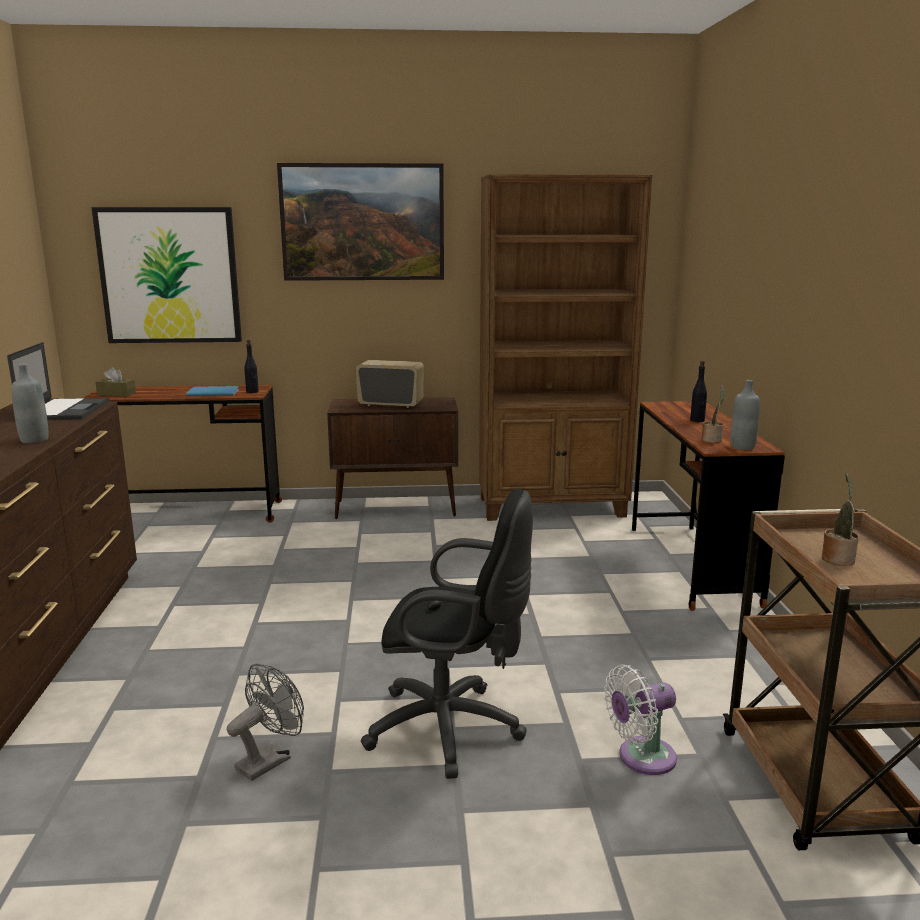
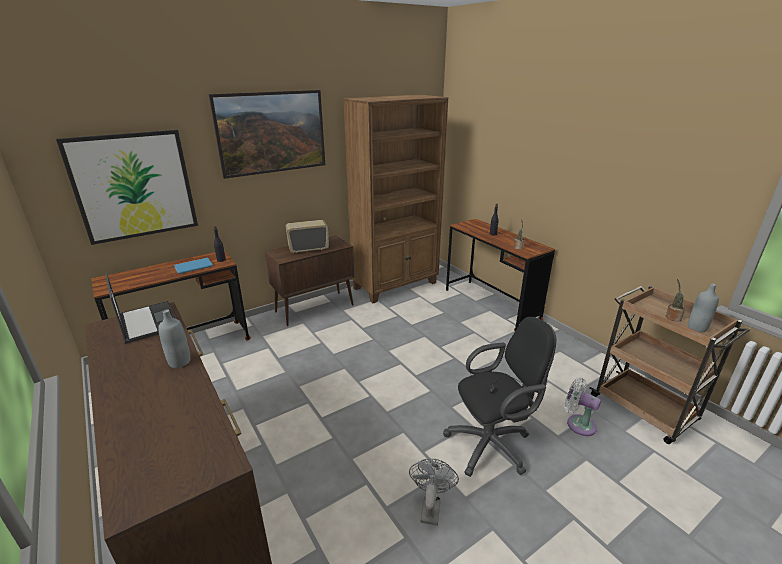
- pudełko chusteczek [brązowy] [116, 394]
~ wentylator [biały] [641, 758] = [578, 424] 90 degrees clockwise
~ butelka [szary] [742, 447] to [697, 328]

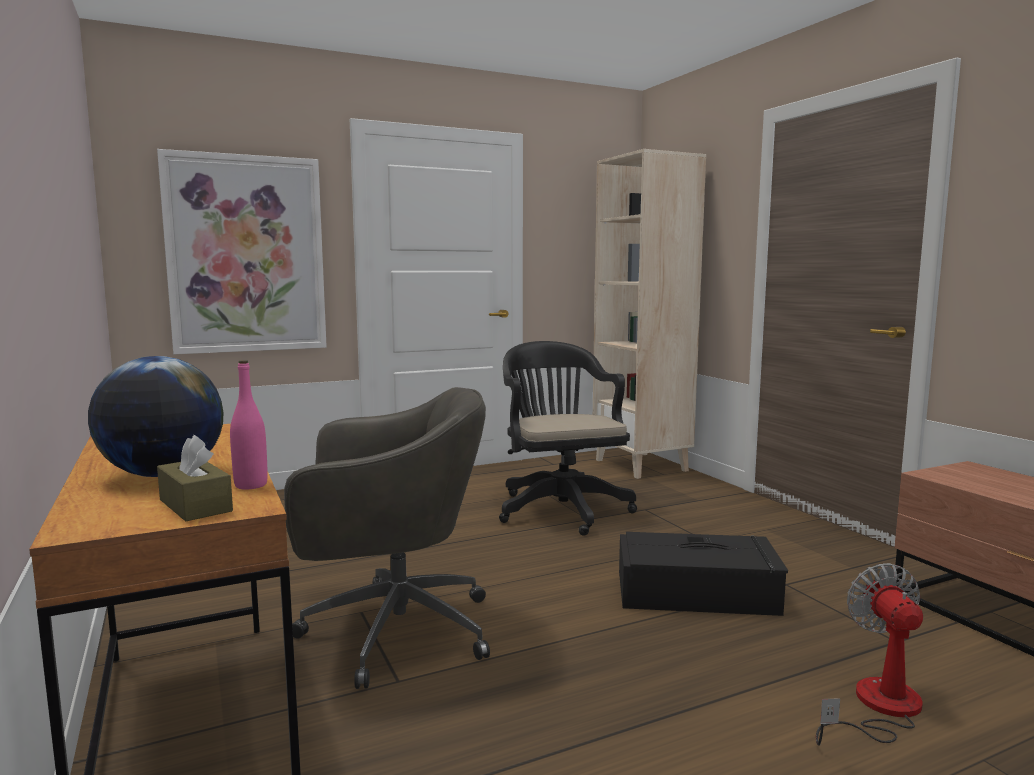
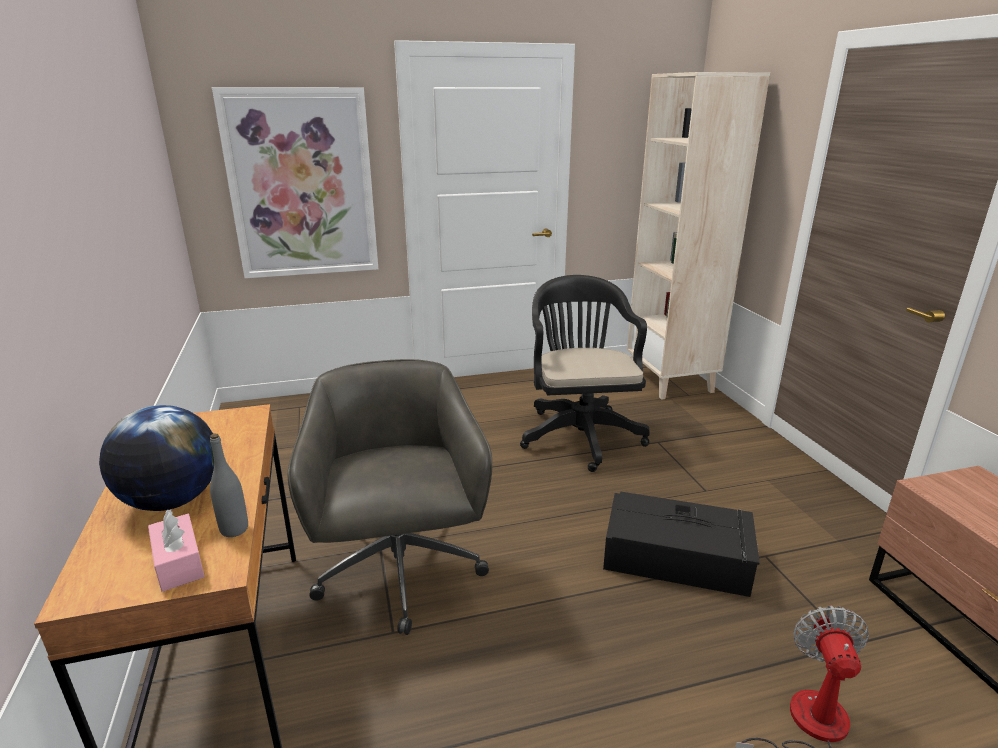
~ pudełko chusteczek [brązowy] [195, 505] to pudełko chusteczek [różowy] [179, 563]
~ butelka [różowy] [251, 485] to butelka [szary] [234, 529]
~ krzesło biurowe [szary] [392, 631] = [400, 573] 105 degrees counterclockwise

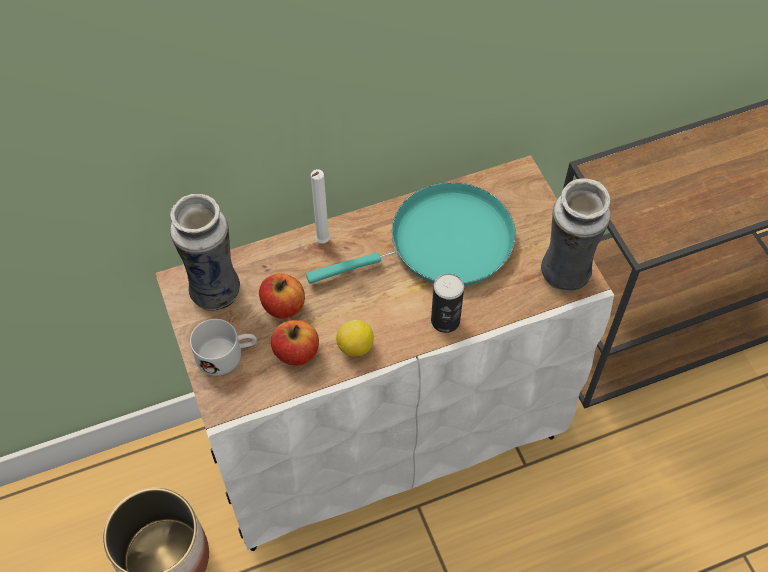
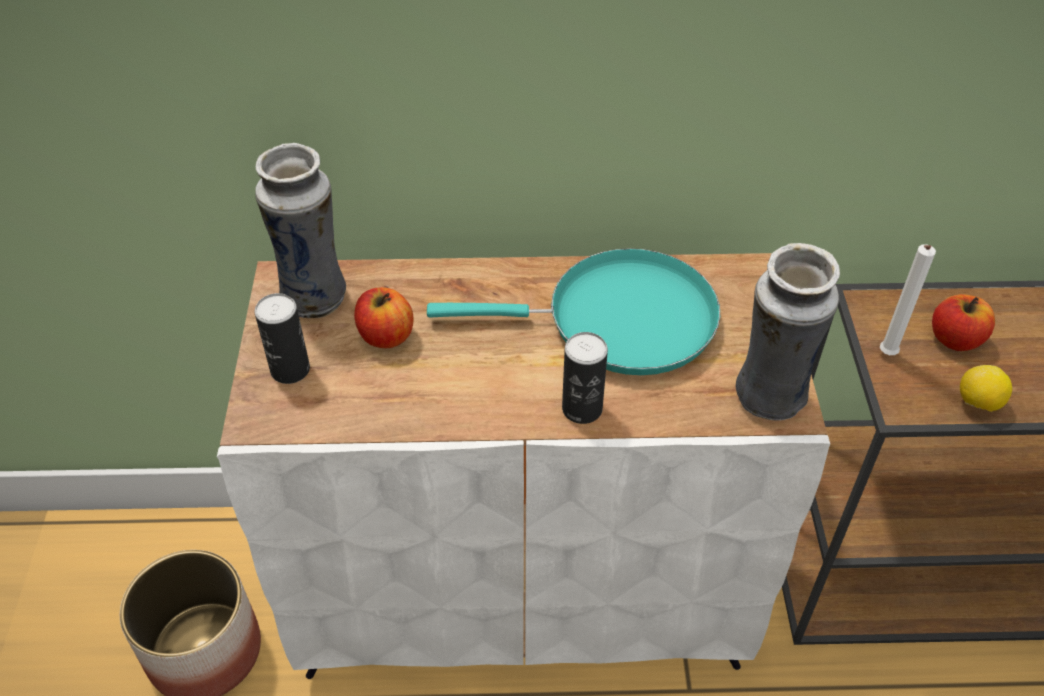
~ kubek [biały] [227, 355] to puszka [290, 369]
~ jabłko [296, 352] to [955, 339]
~ świeca [biały] [322, 243] to [885, 355]
~ cytryna [355, 347] to [977, 403]

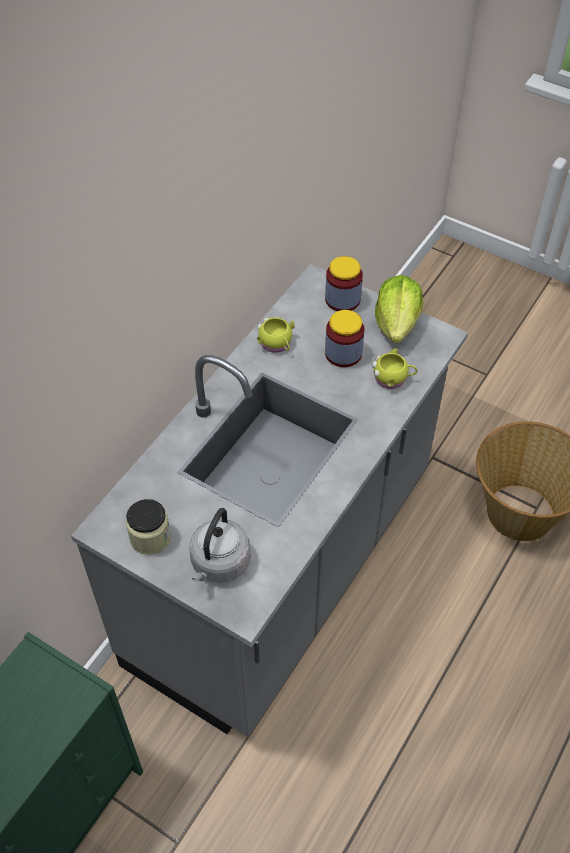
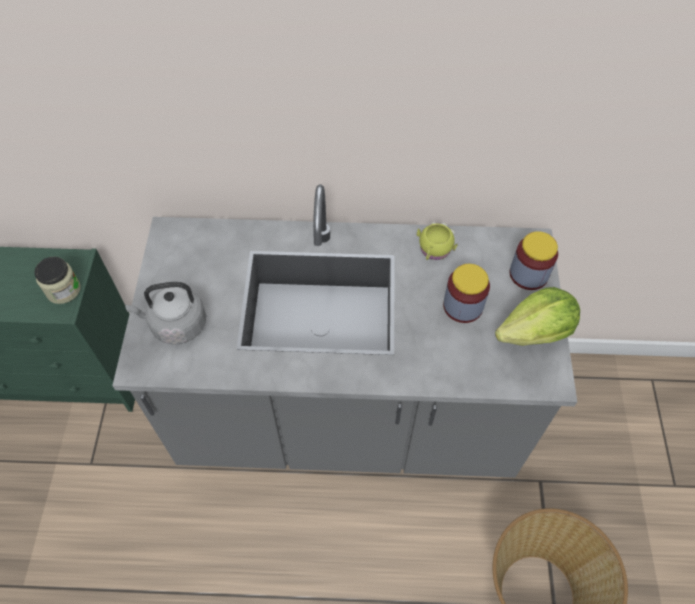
~ słoik [150, 537] to [63, 290]
- kubek [żółty] [393, 378]

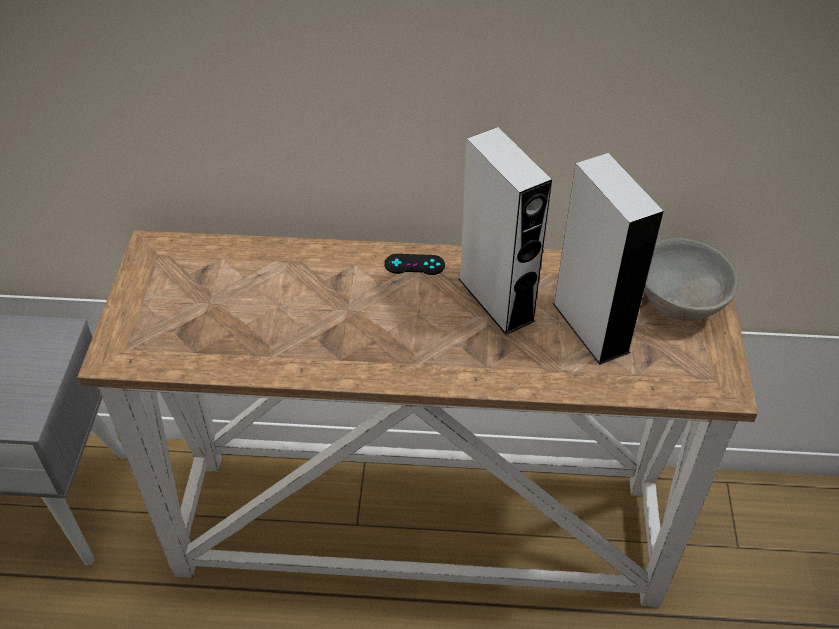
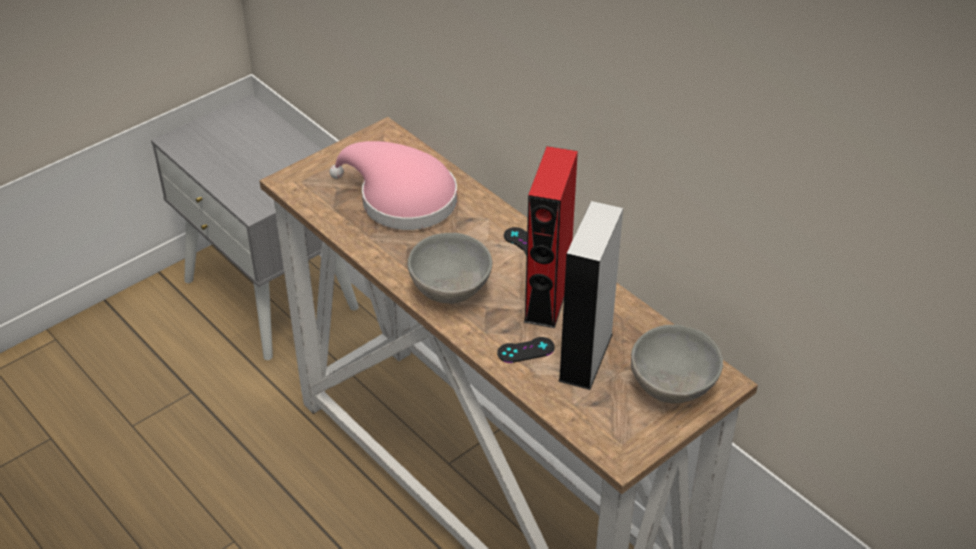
~ głośnik [szary] [496, 299] to głośnik [czerwony] [547, 298]
+ kapelusz [różowy] [401, 199]
+ miska [szary] [451, 289]
+ pad do gier [czarny] [526, 350]

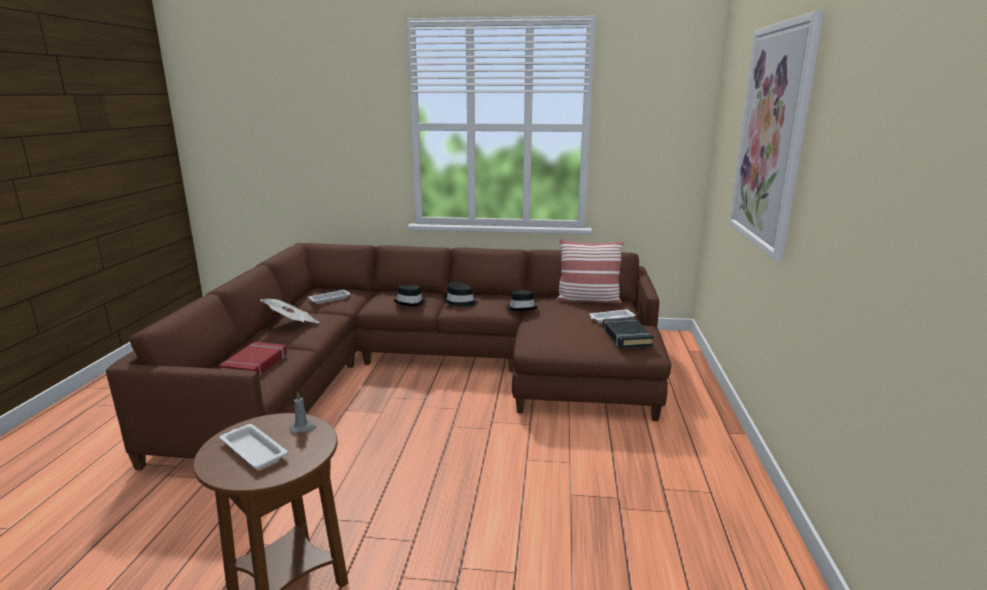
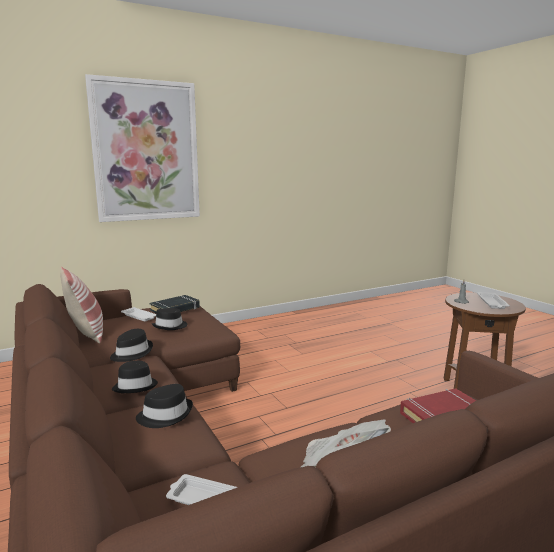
+ kapelusz [czarny] [170, 326]

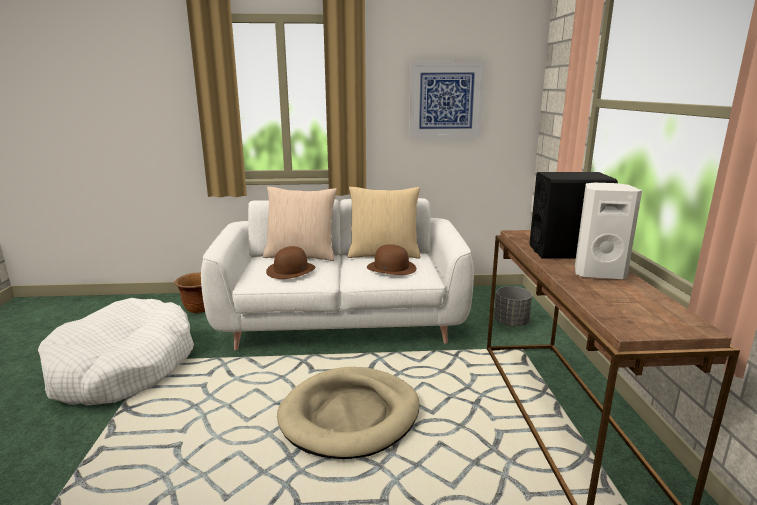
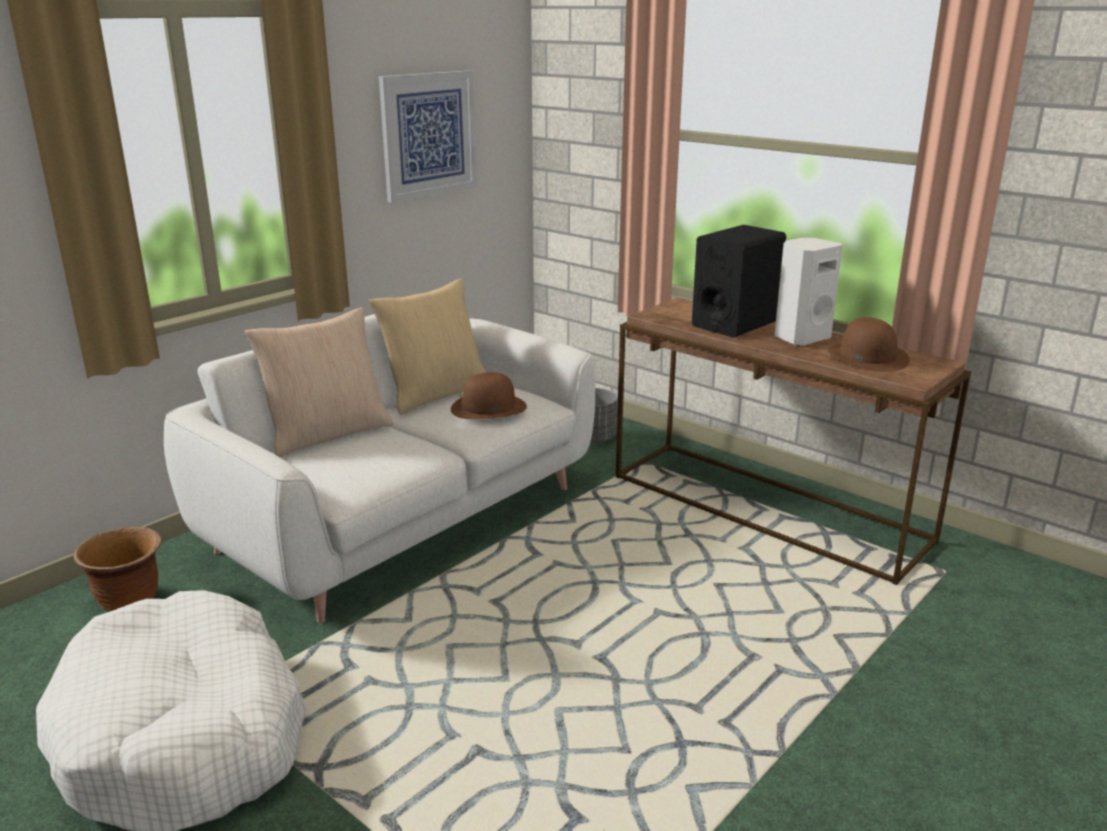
~ kapelusz [brązowy] [291, 270] to [867, 357]
- legowisko [beżowy] [350, 415]

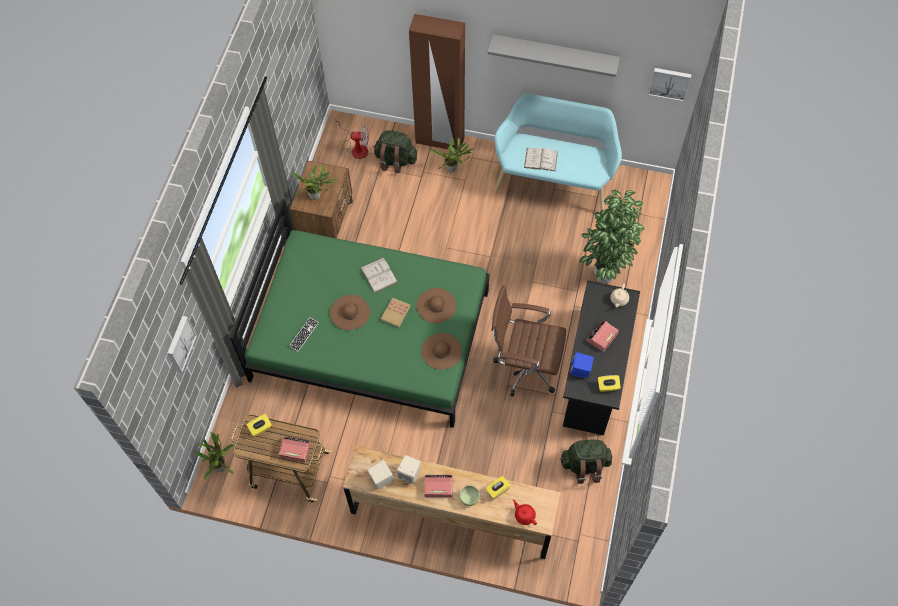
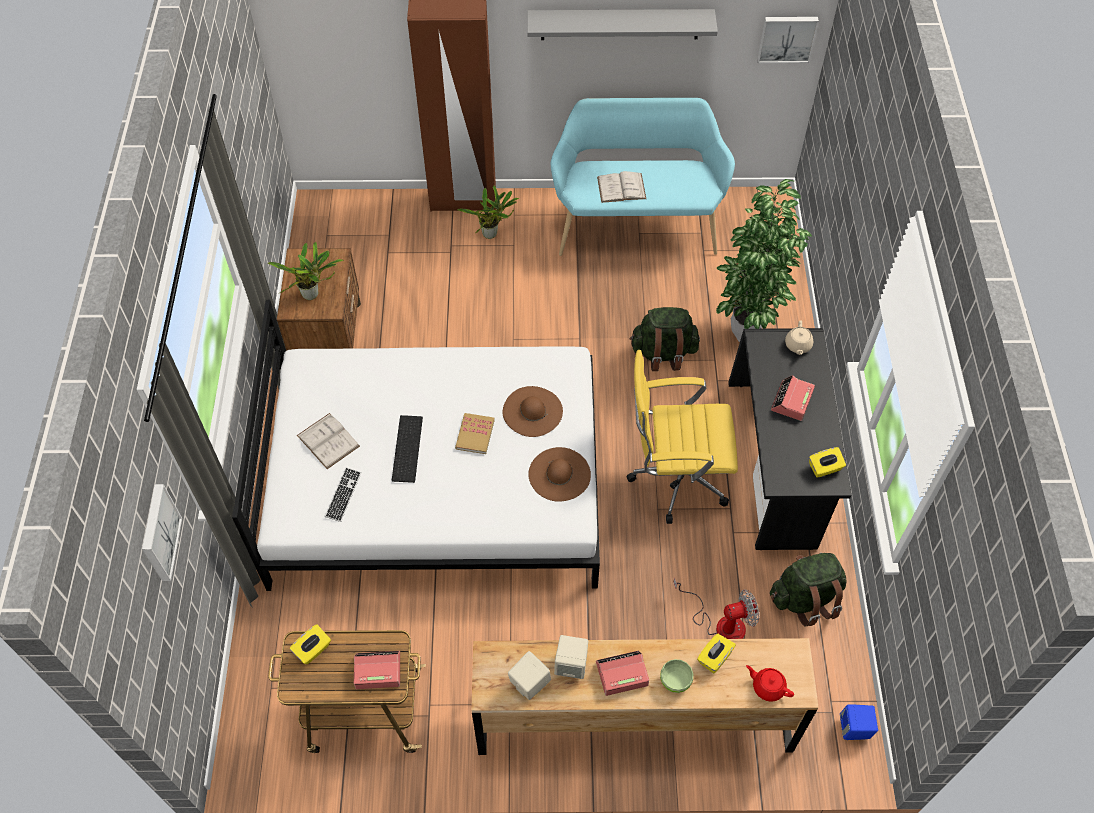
- roślina doniczkowa [220, 465]
~ łóżko [zielony] [370, 334] to łóżko [biały] [436, 481]
~ kapelusz [brązowy] [350, 312] to klawiatura [406, 448]
~ wentylator [356, 148] to [721, 623]
~ książka [biały] [379, 275] to [328, 441]
~ plecak [zielony] [395, 160] to [663, 353]
~ krzesło biurowe [brązowy] [524, 367] to krzesło biurowe [żółty] [674, 478]
~ głośnik [niebieski] [580, 370] to [854, 728]

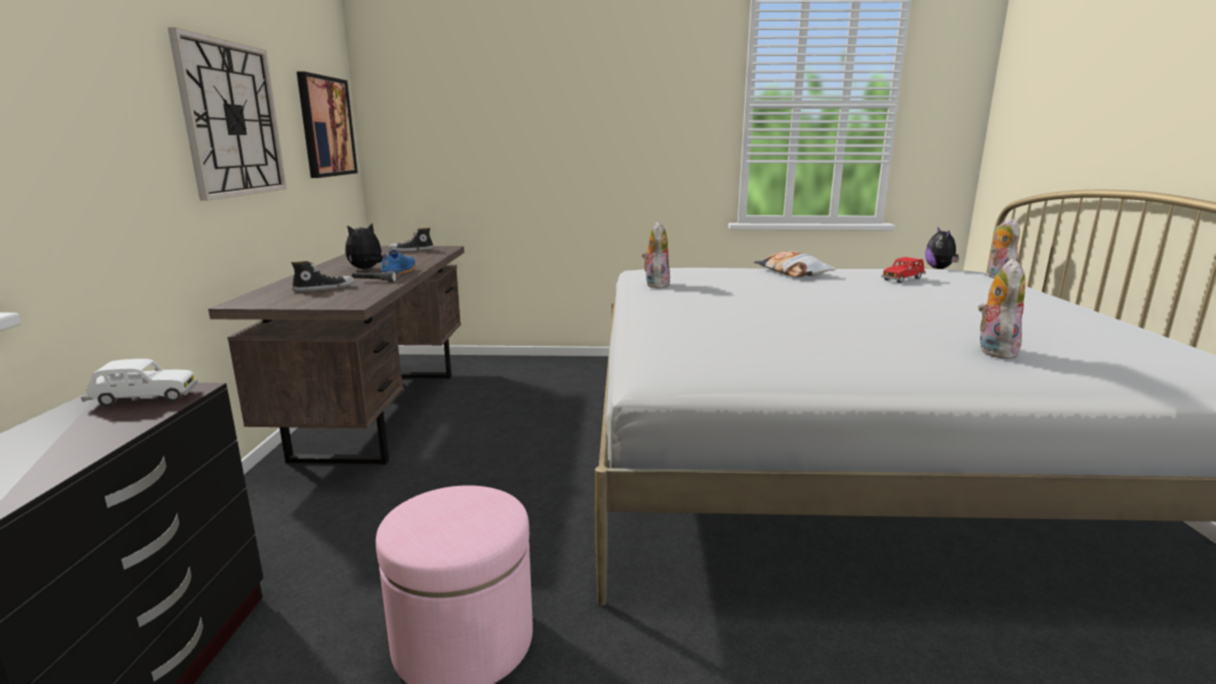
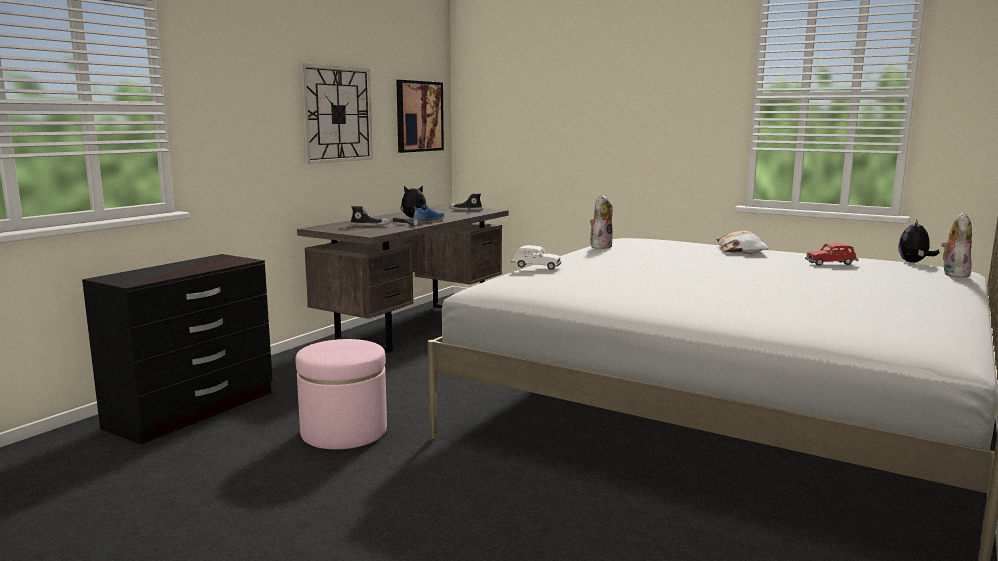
~ samochodzik [biały] [143, 399] to [535, 267]
- pluszak [993, 351]

